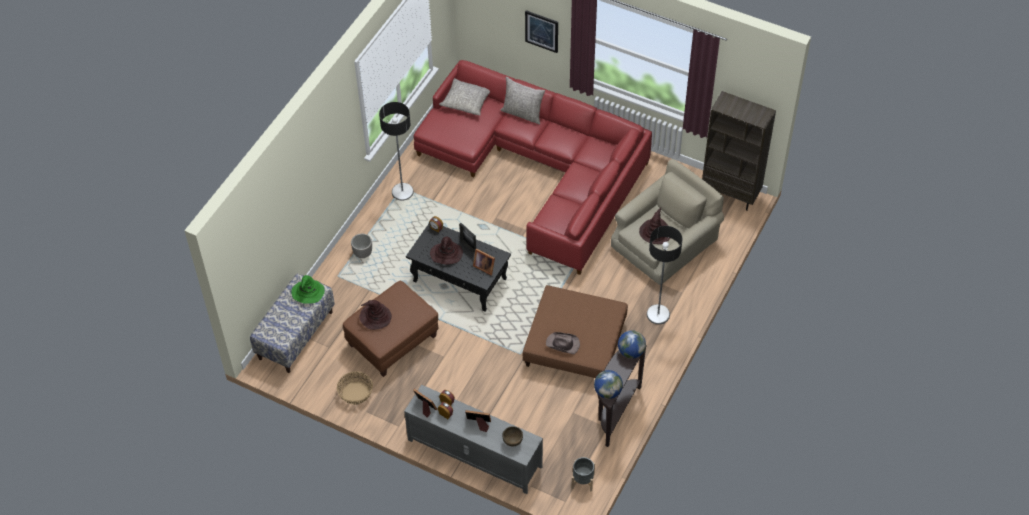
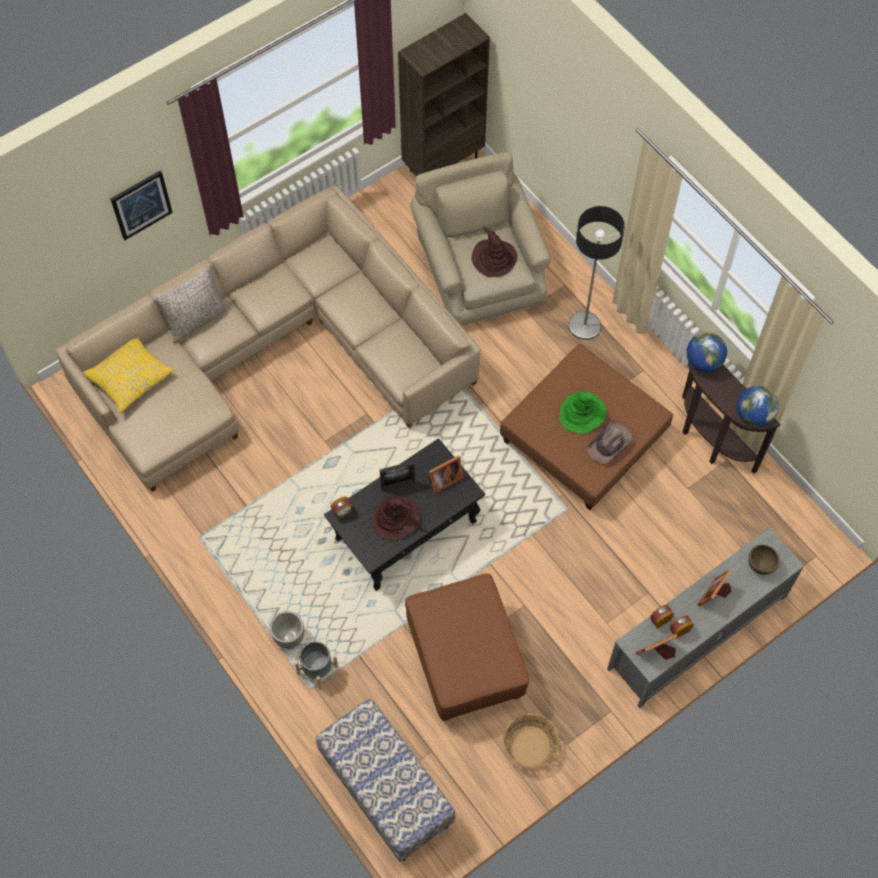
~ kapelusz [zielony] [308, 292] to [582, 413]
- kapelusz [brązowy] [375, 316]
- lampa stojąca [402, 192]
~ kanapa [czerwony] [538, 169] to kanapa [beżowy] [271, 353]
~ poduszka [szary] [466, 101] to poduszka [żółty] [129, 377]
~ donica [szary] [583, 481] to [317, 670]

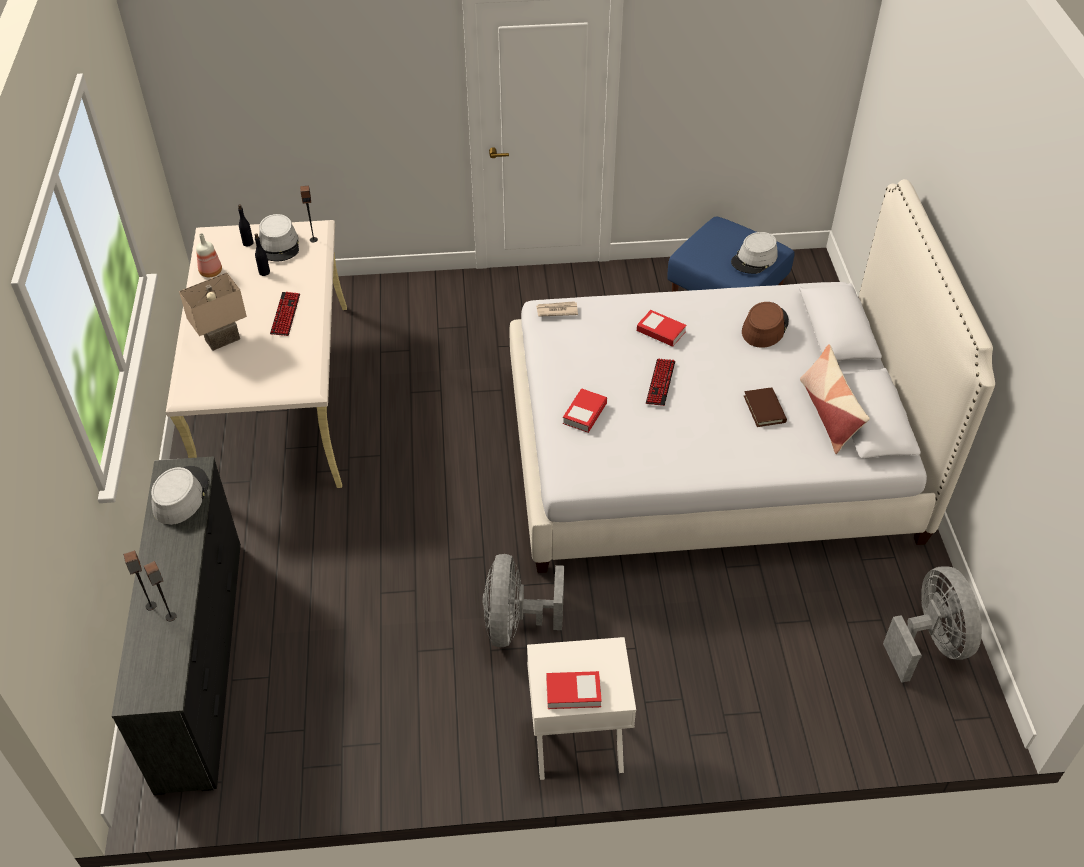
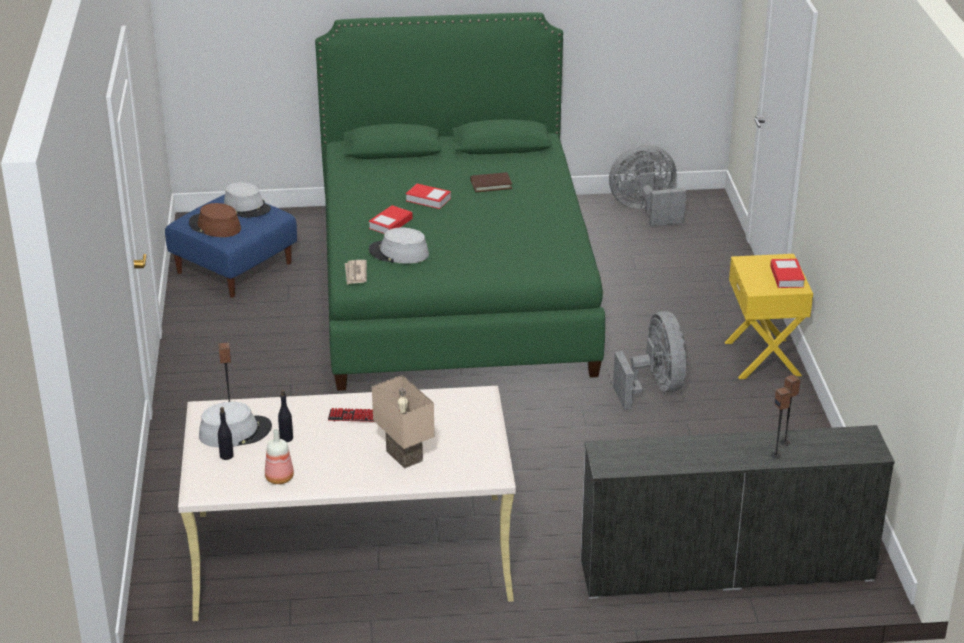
~ komoda [czarny] [201, 660] to komoda [biały] [725, 569]
~ kapelusz [szary] [180, 496] to [398, 253]
~ wentylator [szary] [515, 623] = [654, 388] 105 degrees counterclockwise
~ łóżko [biały] [709, 453] to łóżko [zielony] [453, 287]
~ szafka nocna [biały] [577, 741] to szafka nocna [żółty] [763, 358]
~ książka [584, 413] to [428, 199]
- klawiatura [660, 383]
~ kapelusz [brązowy] [764, 327] to [214, 226]
- poduszka [828, 413]

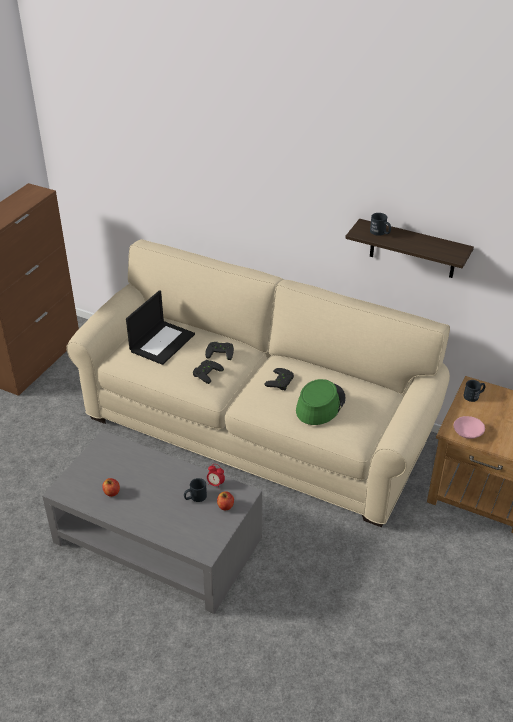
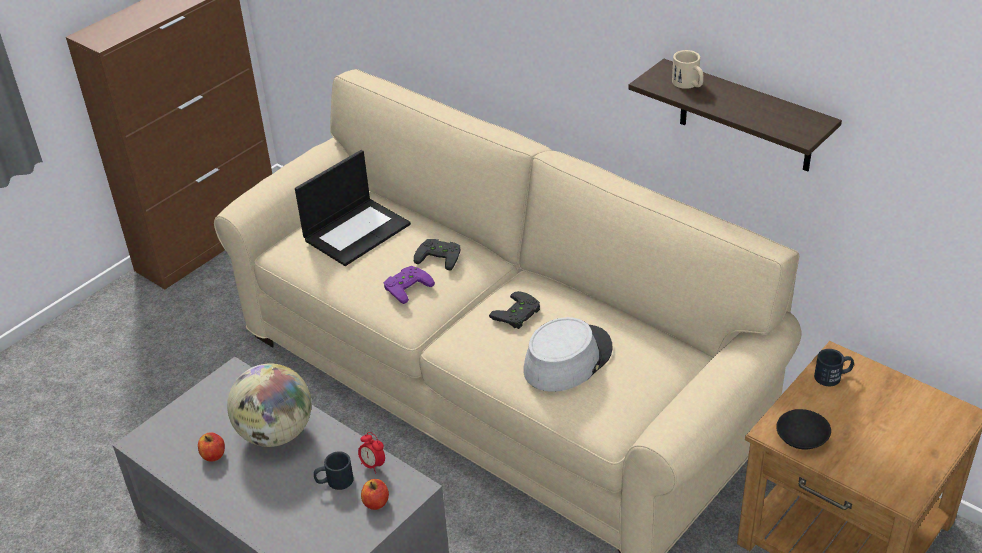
~ pad do gier [czarny] [206, 372] to pad do gier [fioletowy] [406, 286]
~ kapelusz [zielony] [320, 404] to kapelusz [szary] [567, 359]
~ kubek [czarny] [380, 232] to kubek [beżowy] [689, 84]
~ miska [różowy] [467, 432] to miska [czarny] [801, 437]
+ globus [275, 433]

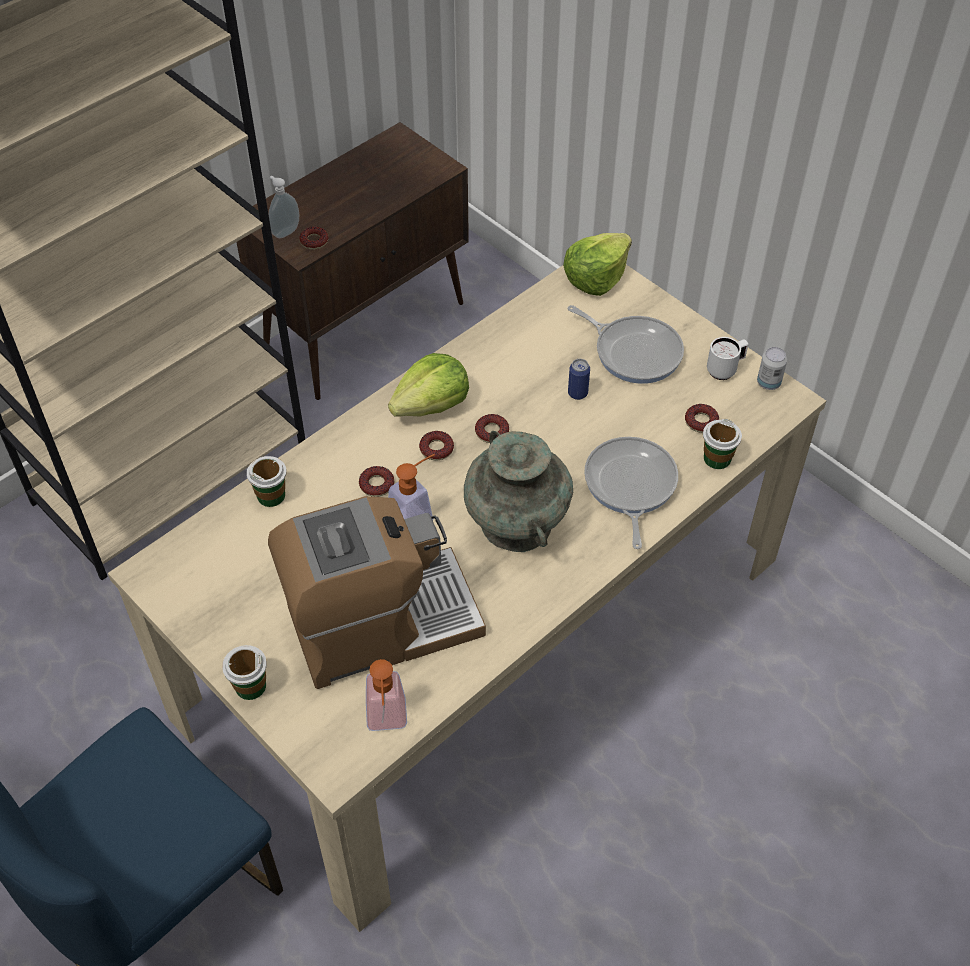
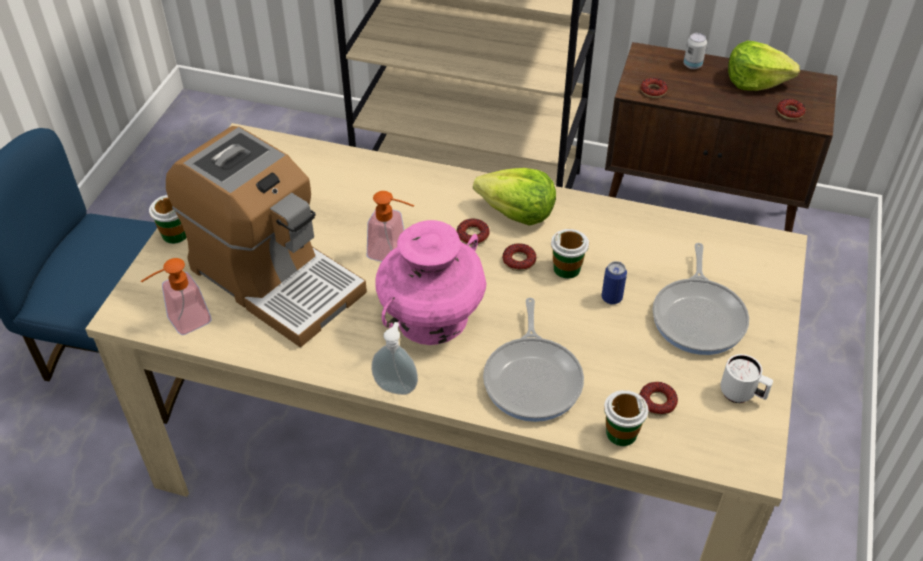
~ filiżanka [271, 495] to [567, 268]
~ dozownik mydła [285, 231] to [396, 386]
~ donut [377, 484] to [790, 112]
~ wazon [turkusowy] [516, 522] to wazon [różowy] [432, 317]
~ sałata [596, 277] to [755, 81]
~ patelnia [629, 486] = [533, 378] 120 degrees clockwise
~ puszka [768, 383] to [692, 65]

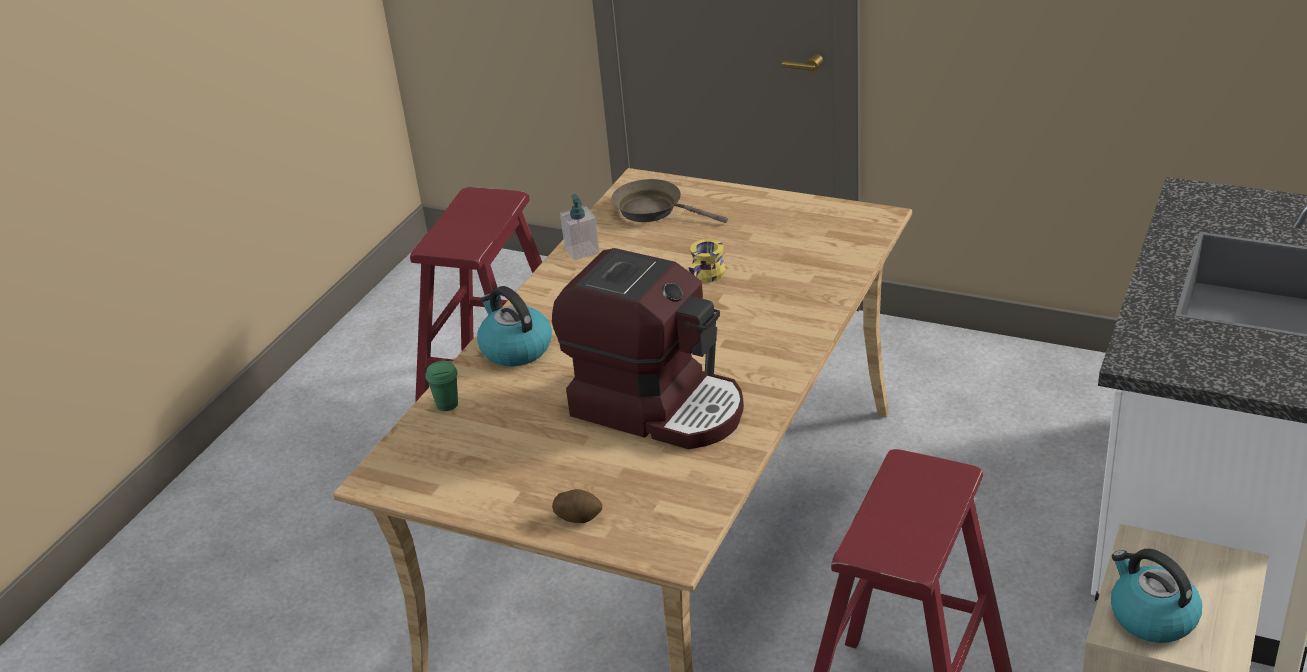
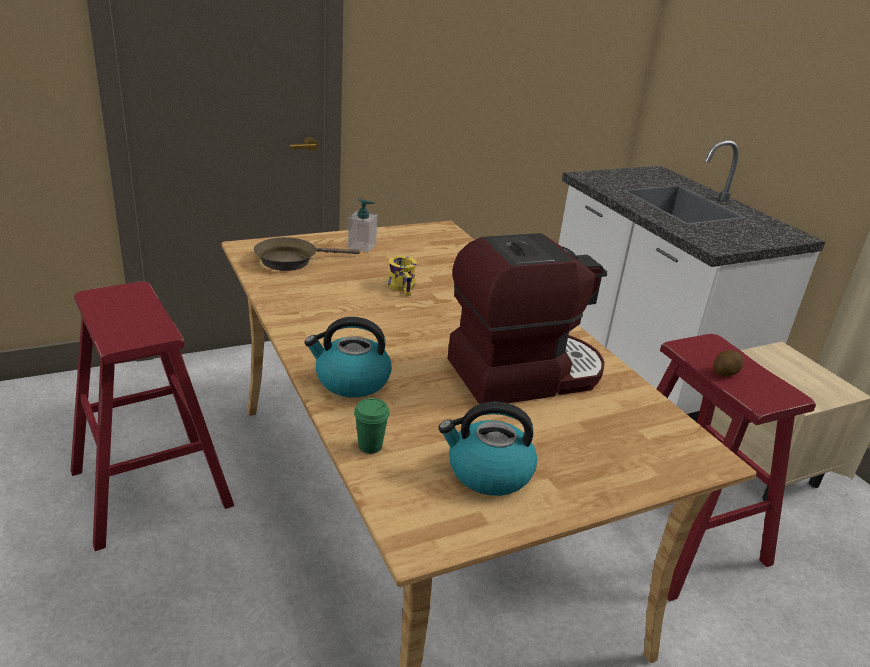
~ ziemniak [578, 517] to [725, 372]
~ dozownik mydła [582, 250] to [362, 246]
~ czajnik [1151, 617] to [488, 472]

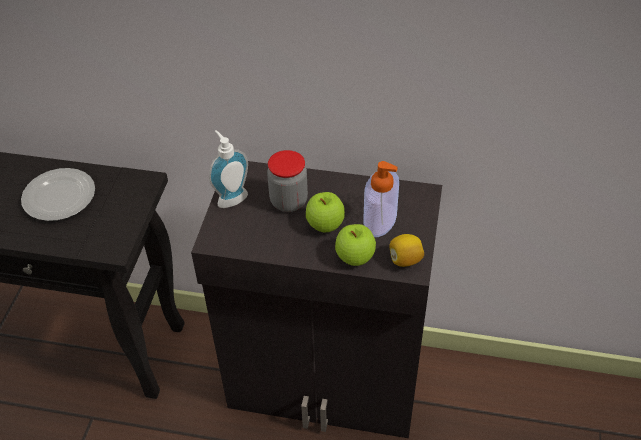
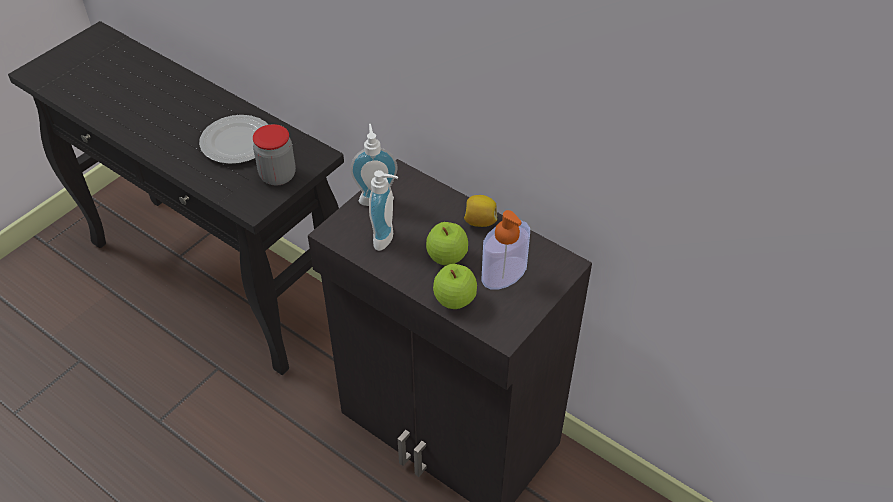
~ słoik [289, 201] to [278, 176]
~ cytryna [405, 260] to [479, 222]
+ dozownik mydła [387, 238]

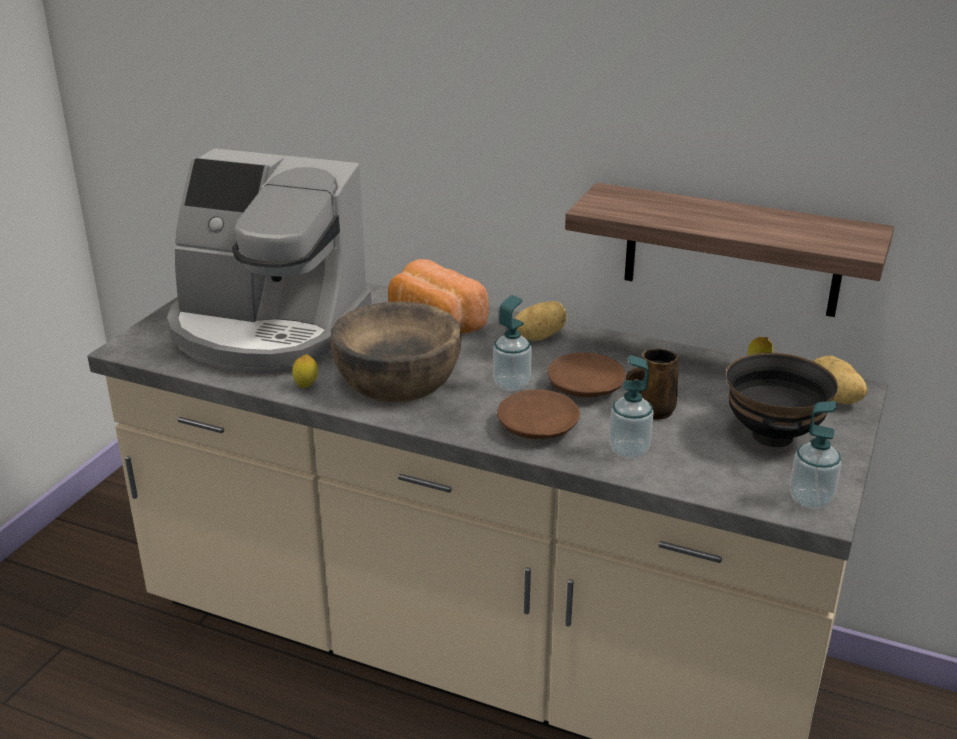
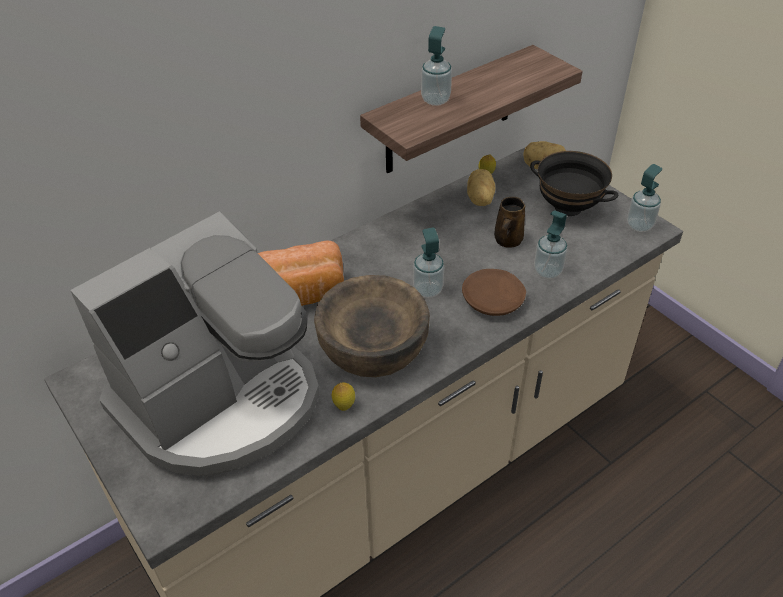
~ ziemniak [538, 336] to [479, 199]
- talerz [brązowy] [585, 387]
+ dozownik mydła [435, 100]

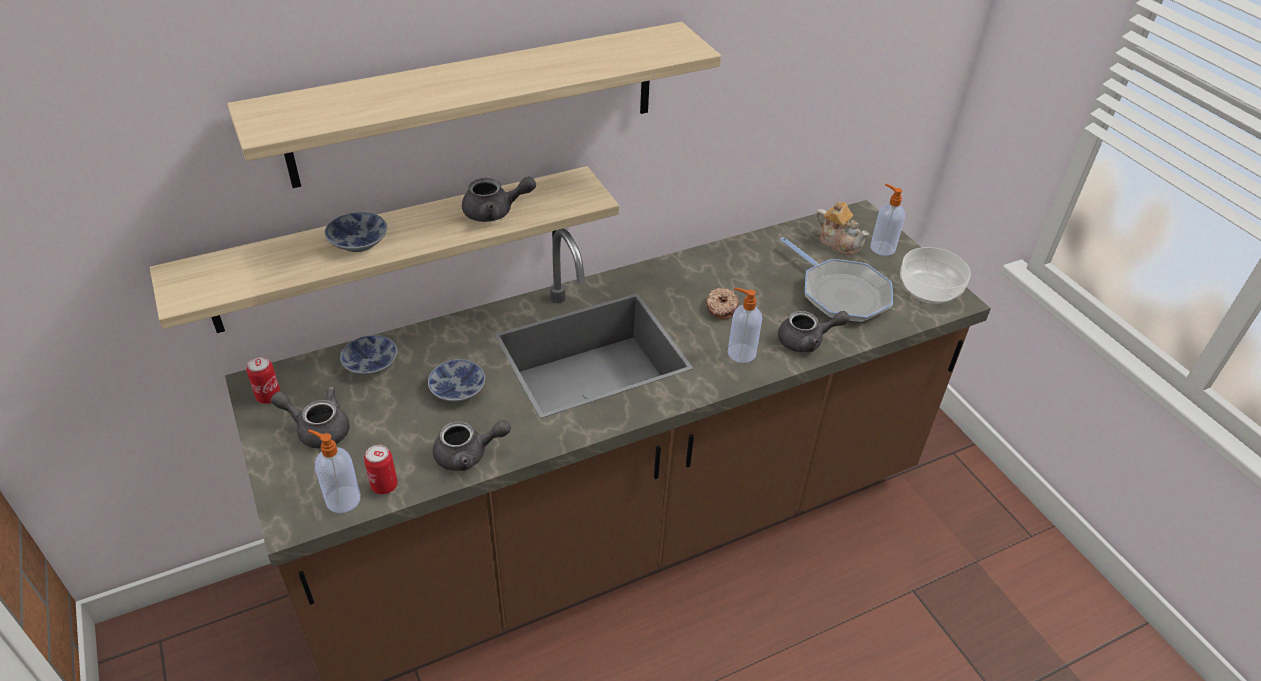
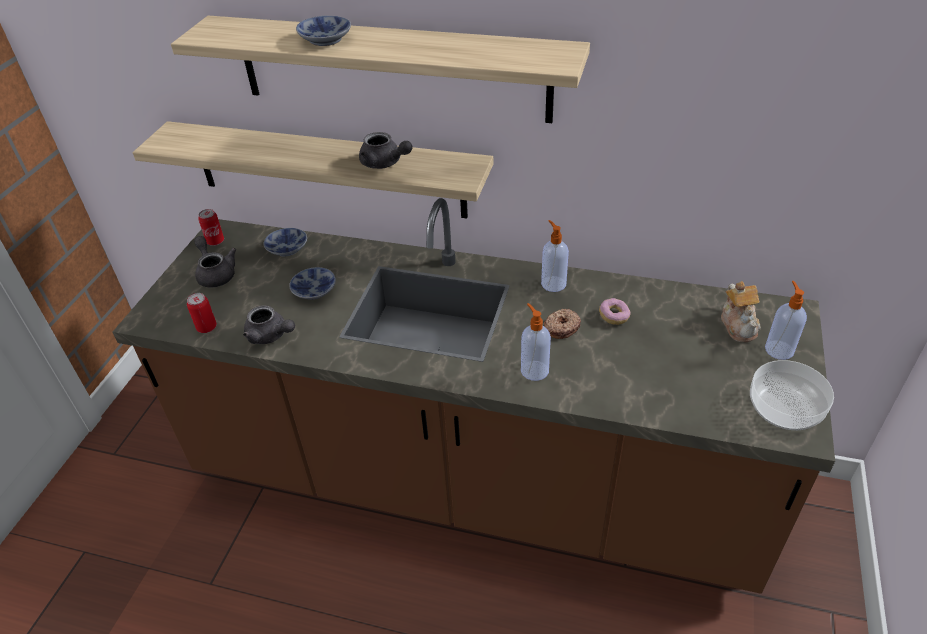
~ dozownik mydła [342, 499] to [553, 283]
~ miska [356, 242] to [323, 39]
- imbryk [szary] [807, 341]
- patelnia [840, 294]
+ donut [614, 316]

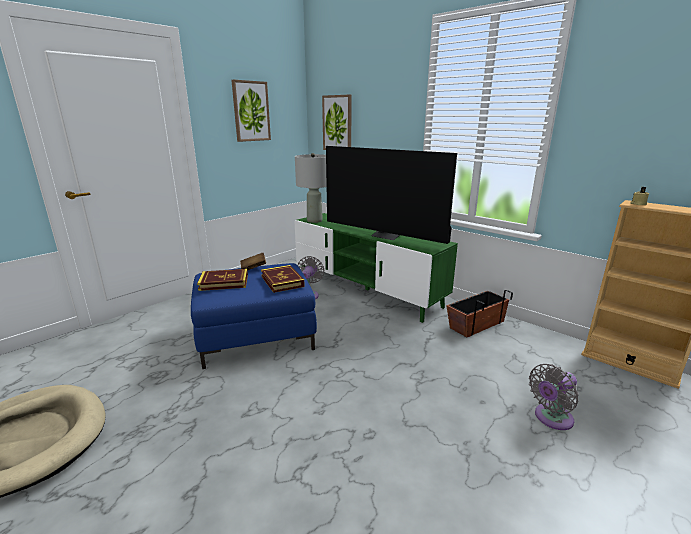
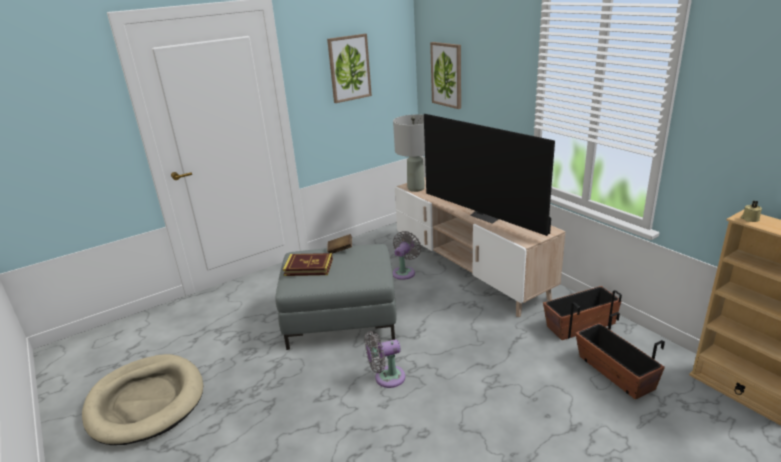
~ pufa [niebieski] [255, 335] to pufa [szary] [340, 318]
- książka [282, 281]
~ szafka pod telewizor [zielony] [366, 290] to szafka pod telewizor [beżowy] [469, 269]
~ wentylator [szary] [551, 418] to [386, 378]
+ donica [615, 373]

